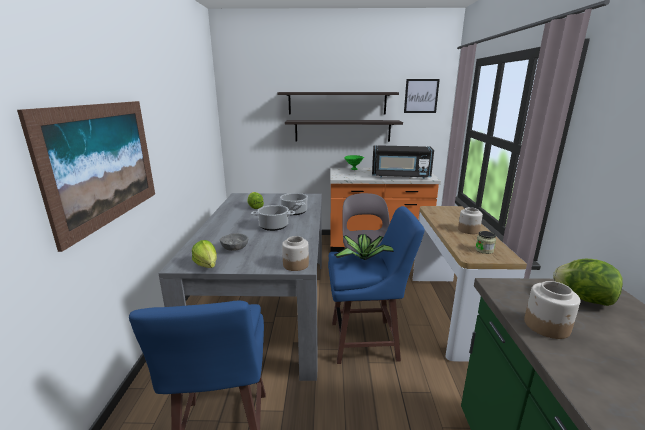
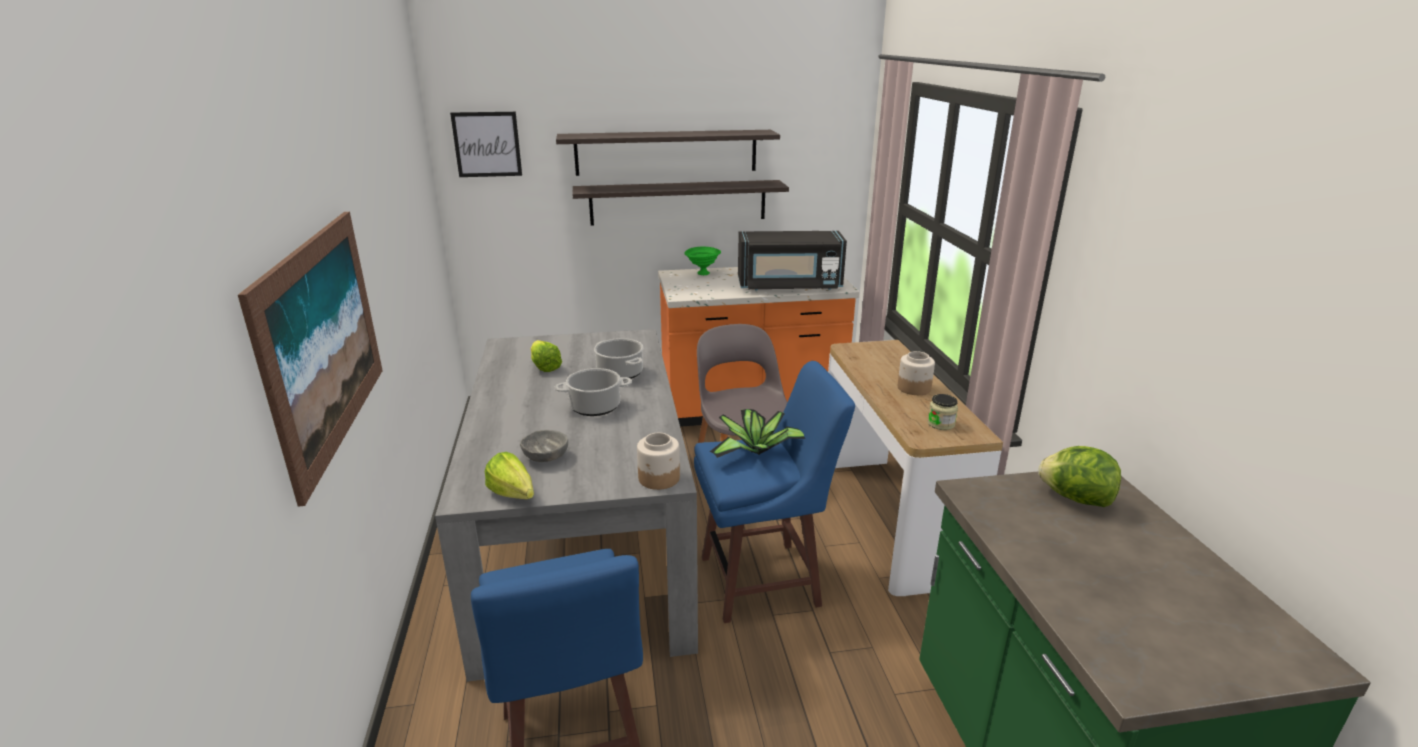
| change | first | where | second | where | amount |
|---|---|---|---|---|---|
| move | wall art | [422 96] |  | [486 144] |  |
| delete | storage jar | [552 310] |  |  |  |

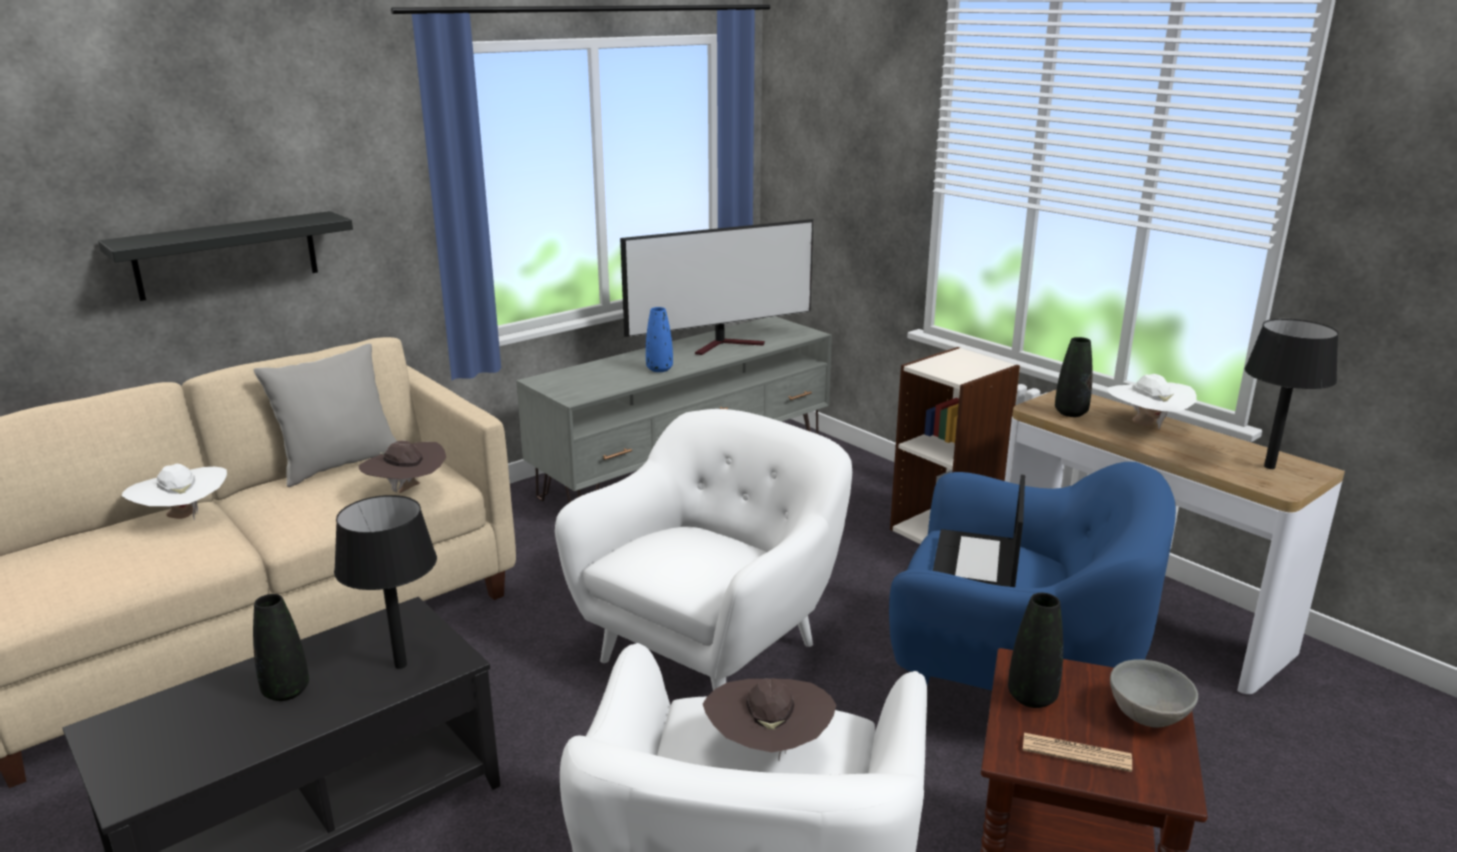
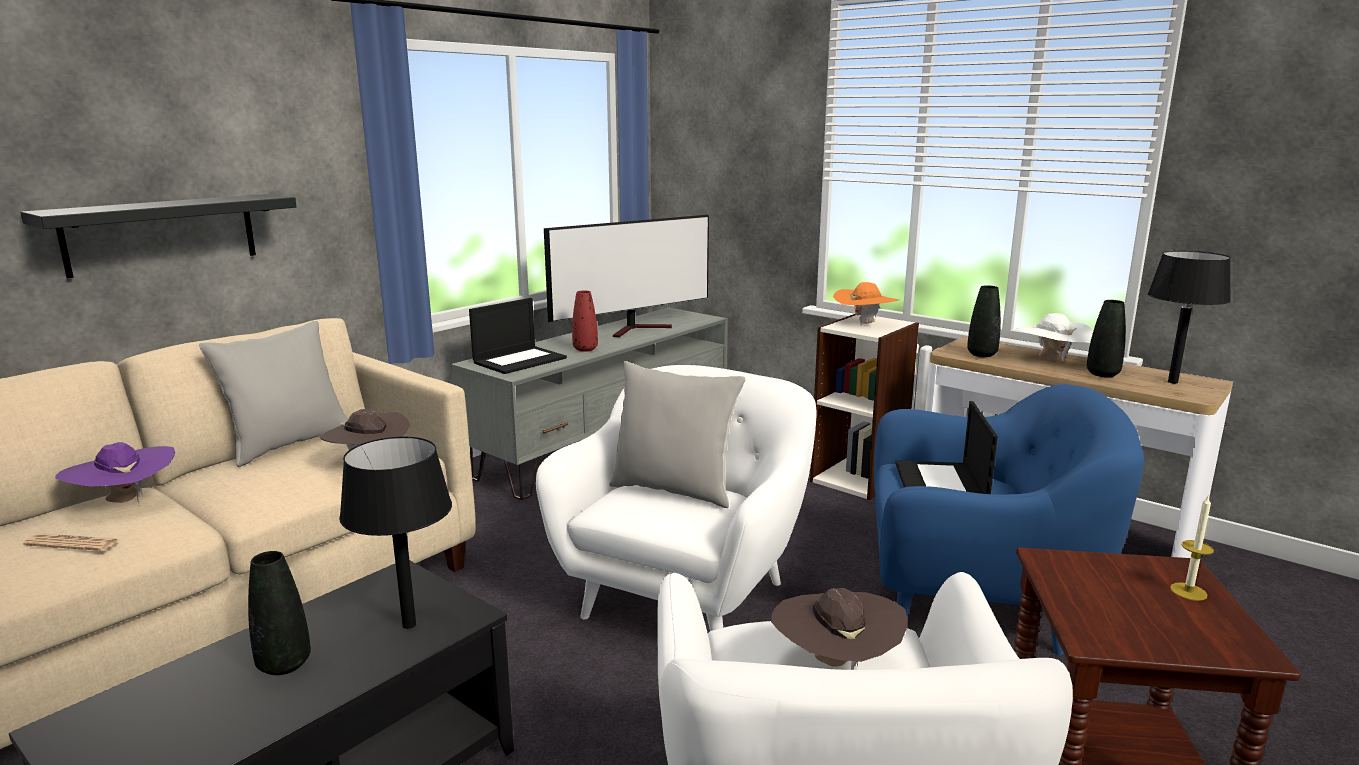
| change | first | where | second | where | amount |
|---|---|---|---|---|---|
| move | newspaper | [1077 752] |  | [71 542] |  |
| recolor | white hat | [174 492] | purplish hat | [115 472] |  |
| insert |  |  | portable computer | [518 336] |  |
| recolor | bluish decorative vase | [659 339] | red-coloured decorative vase | [585 321] |  |
| insert |  |  | greyish cushion | [677 434] |  |
| insert |  |  | orange-coloured hat | [866 304] |  |
| move | black-coloured decorative vase | [1035 650] |  | [1106 338] |  |
| replace | greyish bowl | [1154 693] | wax candle | [1192 548] |  |

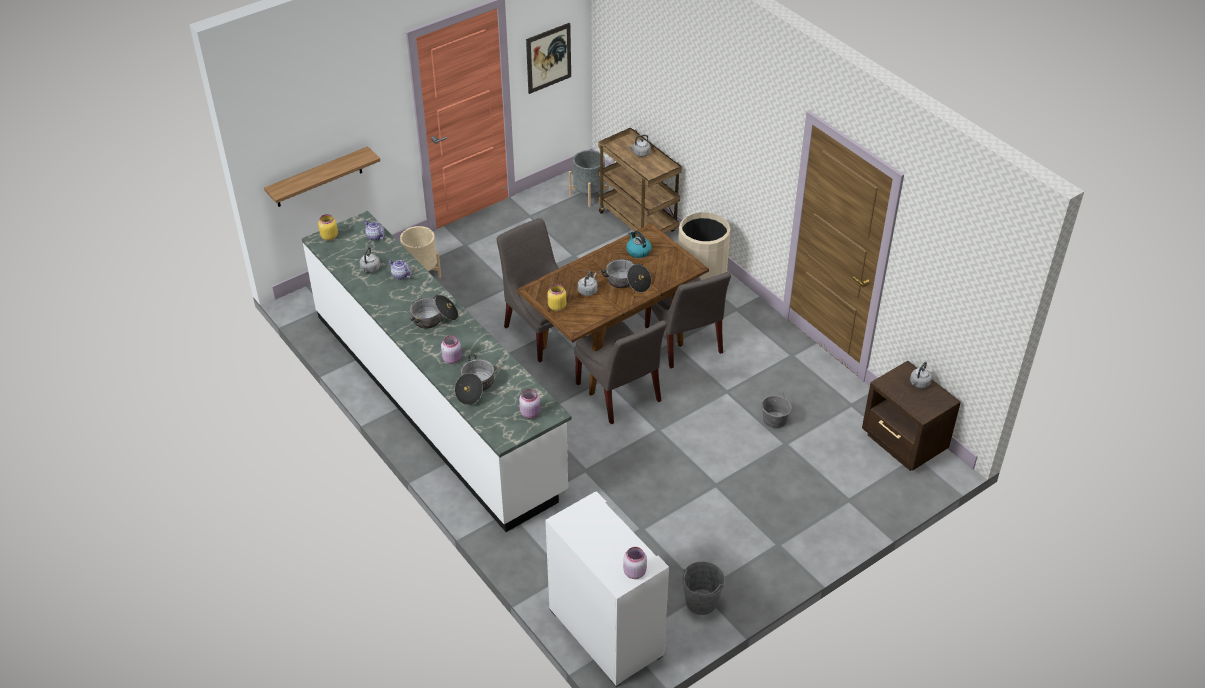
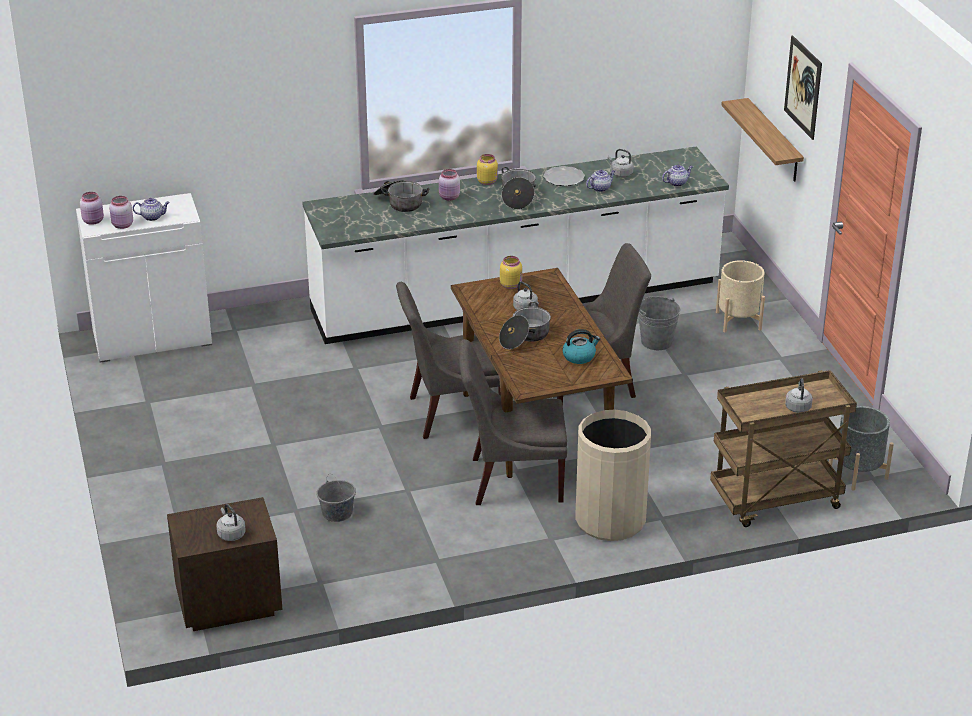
| change | first | where | second | where | amount |
|---|---|---|---|---|---|
| move | pink storage jar | [529 403] |  | [121 212] |  |
| insert |  |  | pot for tea | [151 209] |  |
| move | yellowish storage jar | [328 227] |  | [487 169] |  |
| insert |  |  | flat dish | [564 176] |  |
| move | greyish bucket | [703 588] |  | [659 323] |  |
| move | wall art | [548 58] |  | [803 87] |  |

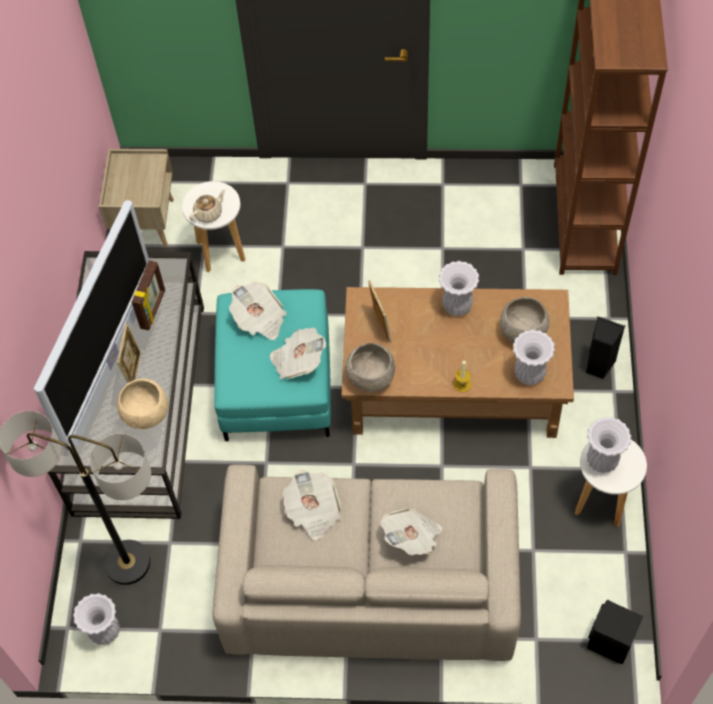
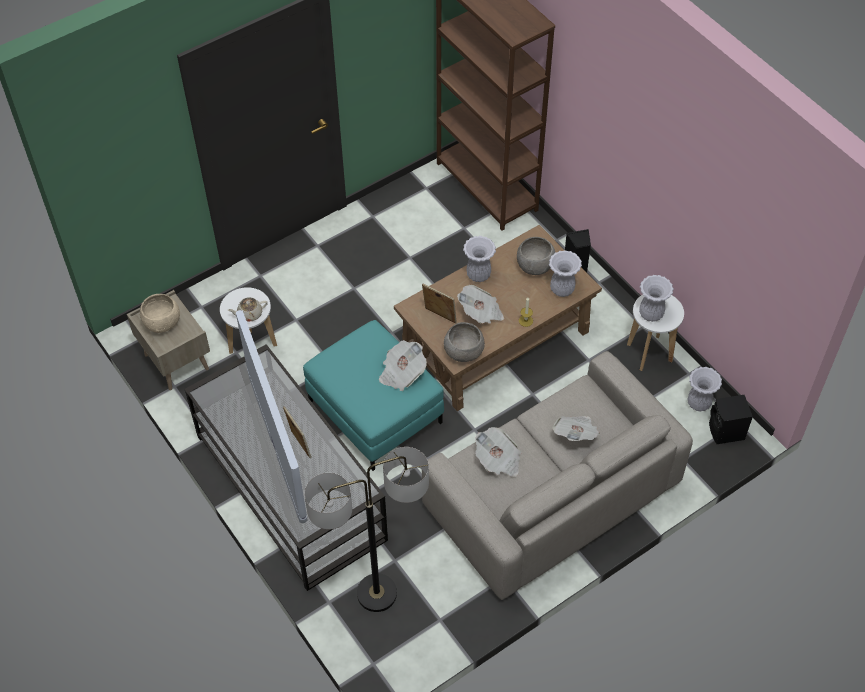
| change | first | where | second | where | amount |
|---|---|---|---|---|---|
| move | sand-coloured bowl | [142 404] |  | [160 313] |  |
| rotate | sand-coloured pot for tea | [207 206] |  | [247 309] | 120 degrees counterclockwise |
| move | newspaper | [258 311] |  | [480 304] |  |
| move | white decorative vase | [96 619] |  | [704 389] |  |
| delete | standing frame | [148 295] |  |  |  |

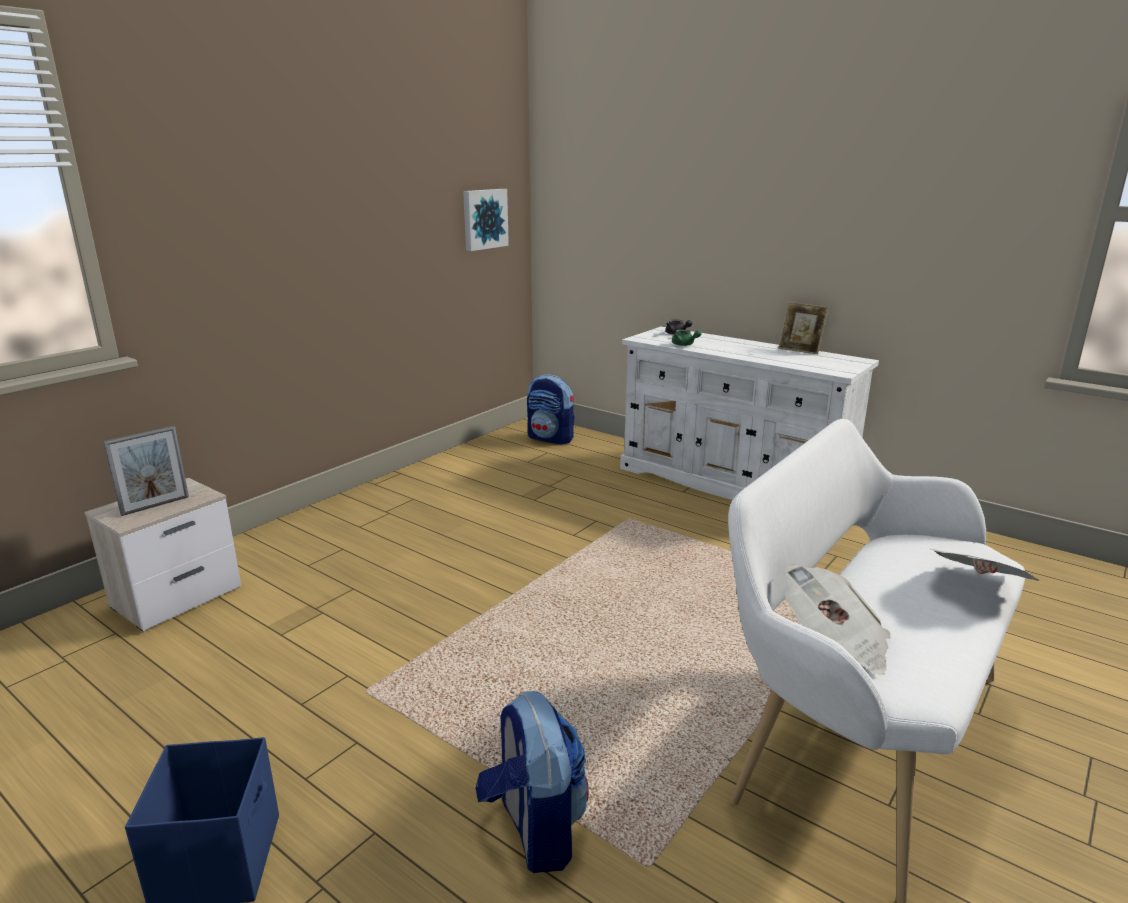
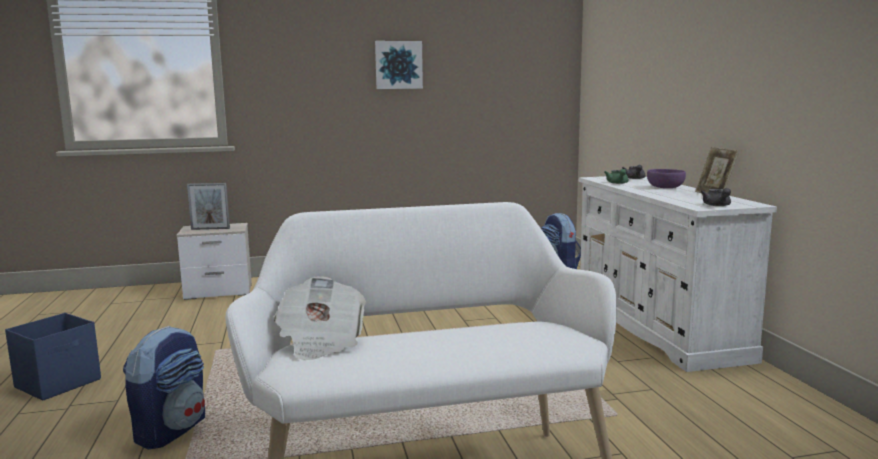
| change | first | where | second | where | amount |
|---|---|---|---|---|---|
| move | wall art | [486 220] |  | [399 65] |  |
| insert |  |  | purplish bowl | [666 178] |  |
| insert |  |  | greyish pot for tea | [715 197] |  |
| delete | newspaper | [984 564] |  |  |  |

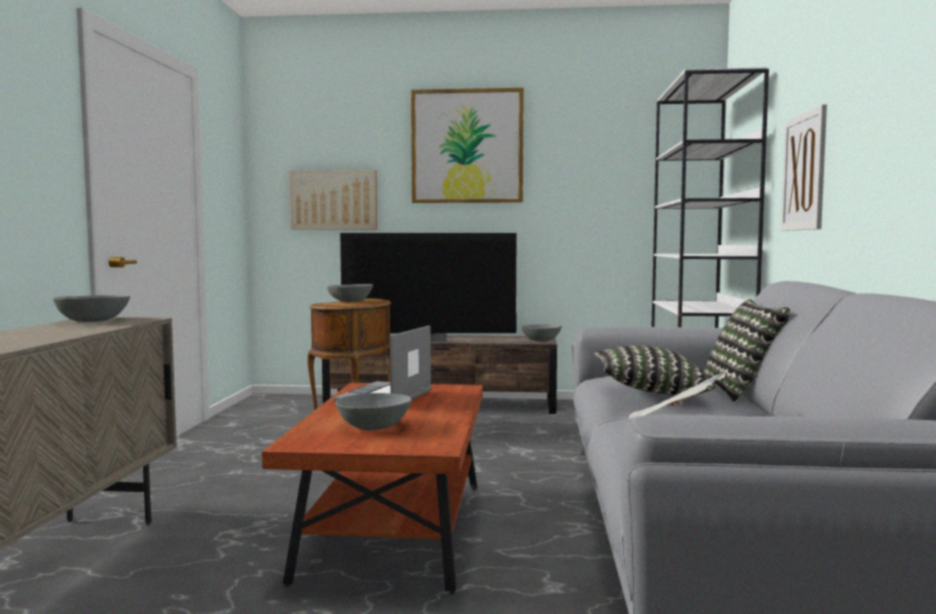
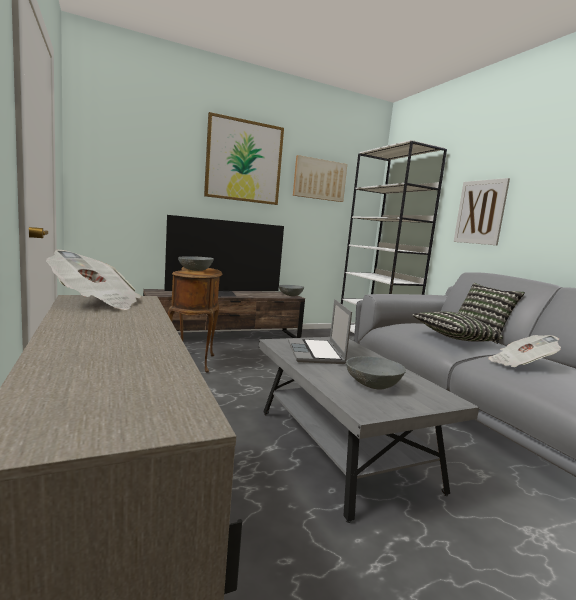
| change | first | where | second | where | amount |
|---|---|---|---|---|---|
| replace | greyish bowl | [91 308] | newspaper | [93 280] |  |
| recolor | brown lounge table | [372 488] | greyish lounge table | [369 430] |  |
| move | wall art | [333 200] |  | [320 178] |  |

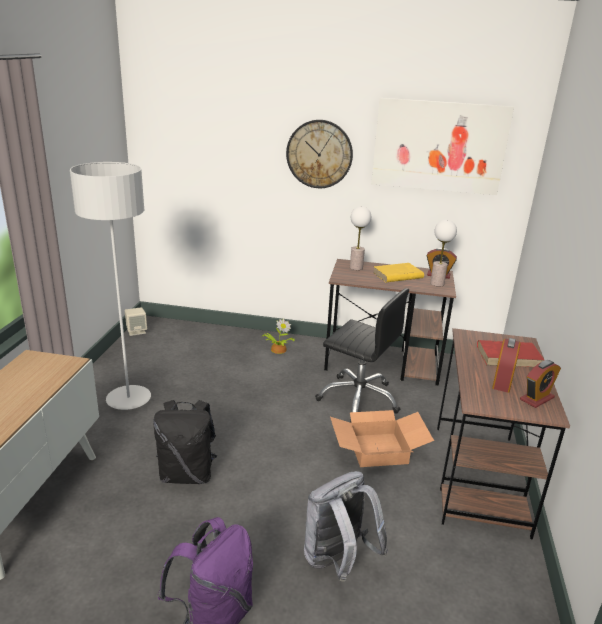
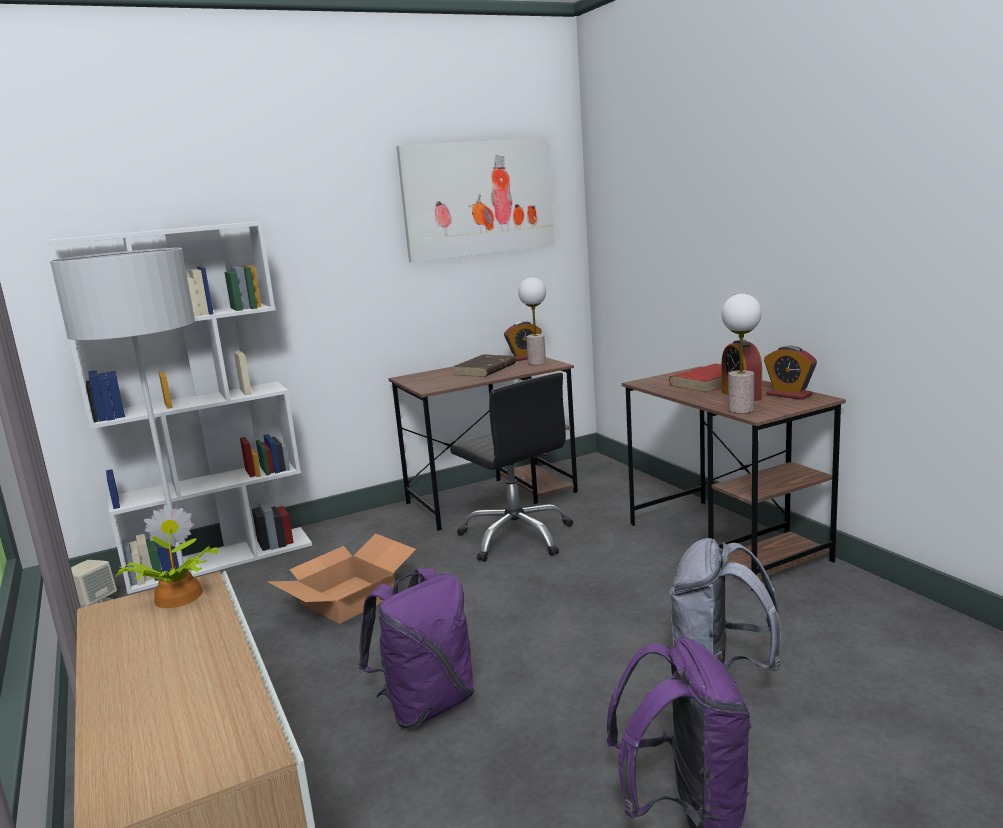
| change | first | where | second | where | amount |
|---|---|---|---|---|---|
| insert |  |  | white shelving unit | [179 408] |  |
| move | houseplant | [278 336] |  | [167 556] |  |
| move | carton | [382 438] |  | [341 579] |  |
| recolor | black-coloured rucksack | [185 442] | purplish rucksack | [416 648] |  |
| rotate | black-coloured office chair | [362 355] |  | [511 467] | 60 degrees clockwise |
| recolor | yellowish book | [398 272] | brown book | [484 365] |  |
| move | lamp for a table | [360 238] |  | [742 353] |  |
| rotate | table clock | [540 384] |  | [790 373] | 120 degrees clockwise |
| delete | clock on the wall | [319 154] |  |  |  |

